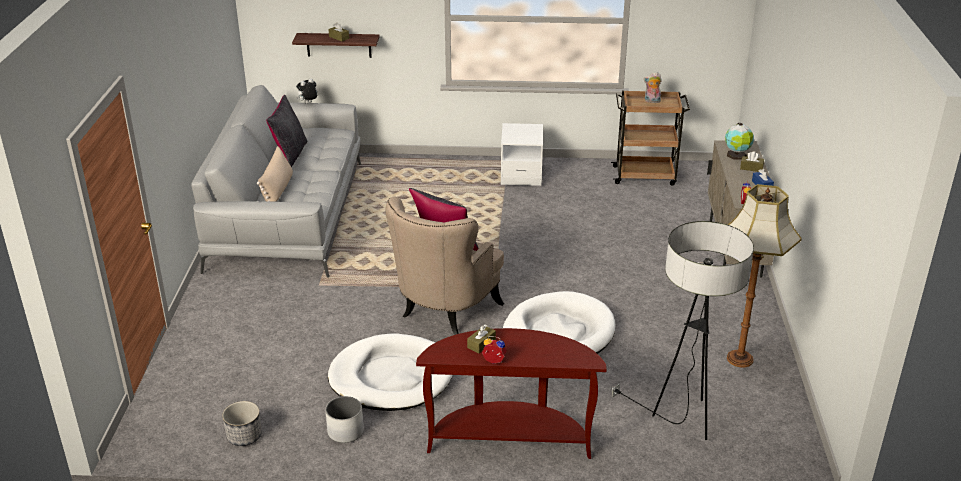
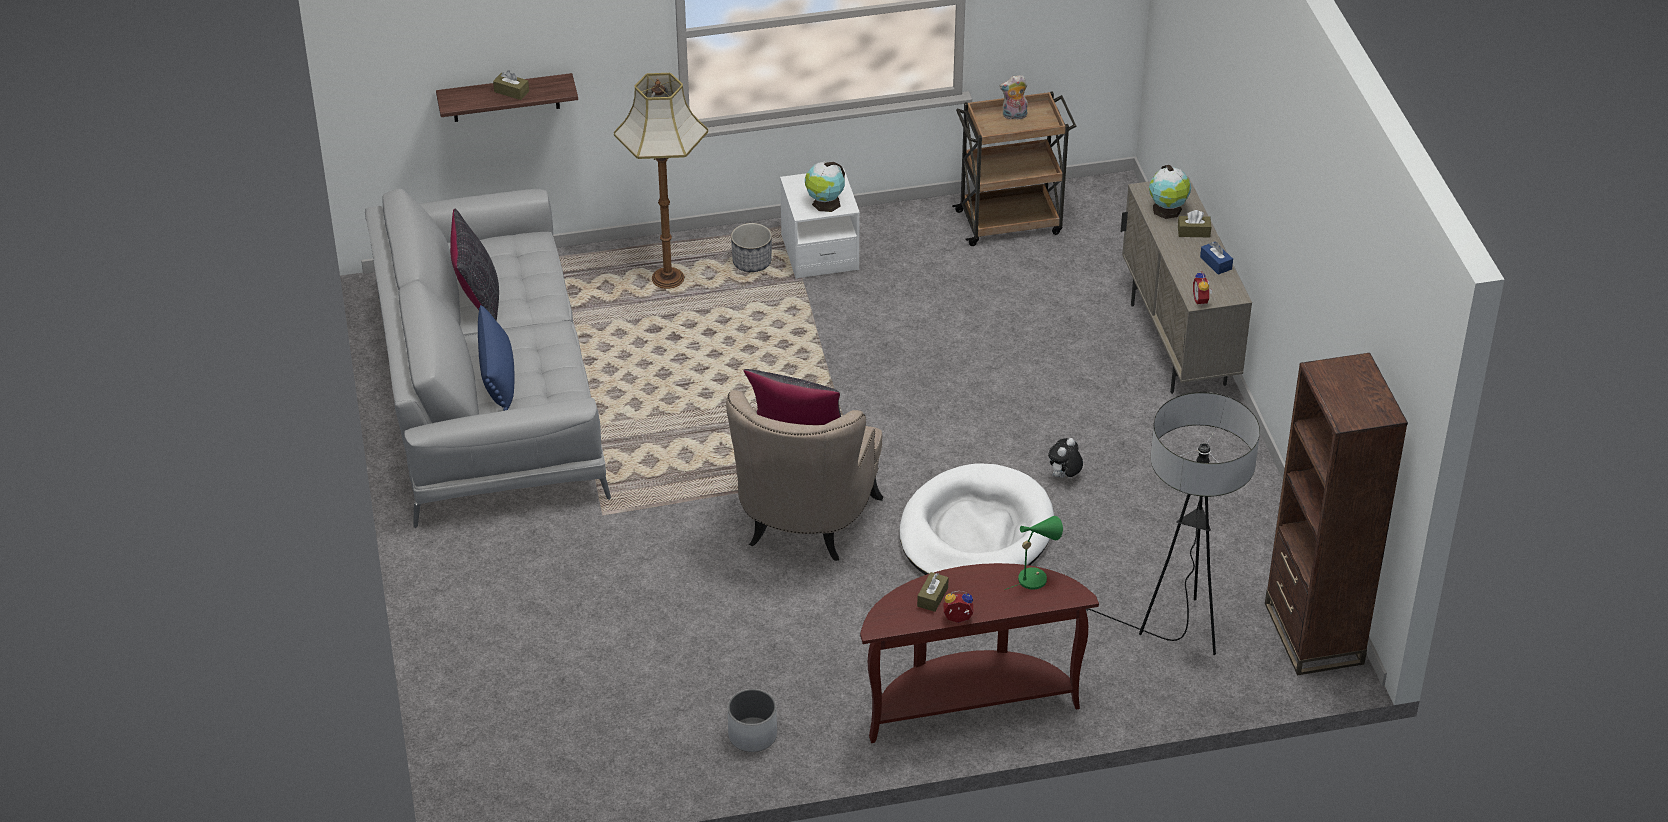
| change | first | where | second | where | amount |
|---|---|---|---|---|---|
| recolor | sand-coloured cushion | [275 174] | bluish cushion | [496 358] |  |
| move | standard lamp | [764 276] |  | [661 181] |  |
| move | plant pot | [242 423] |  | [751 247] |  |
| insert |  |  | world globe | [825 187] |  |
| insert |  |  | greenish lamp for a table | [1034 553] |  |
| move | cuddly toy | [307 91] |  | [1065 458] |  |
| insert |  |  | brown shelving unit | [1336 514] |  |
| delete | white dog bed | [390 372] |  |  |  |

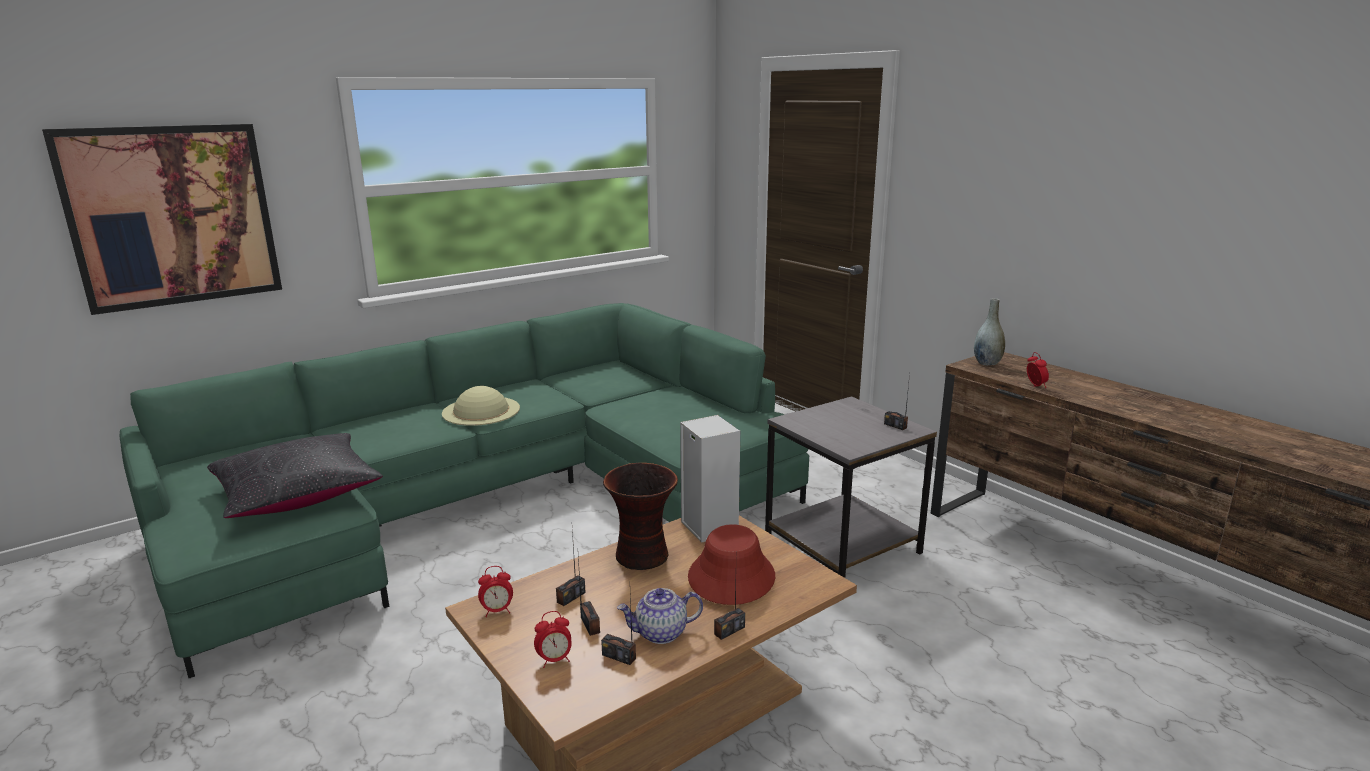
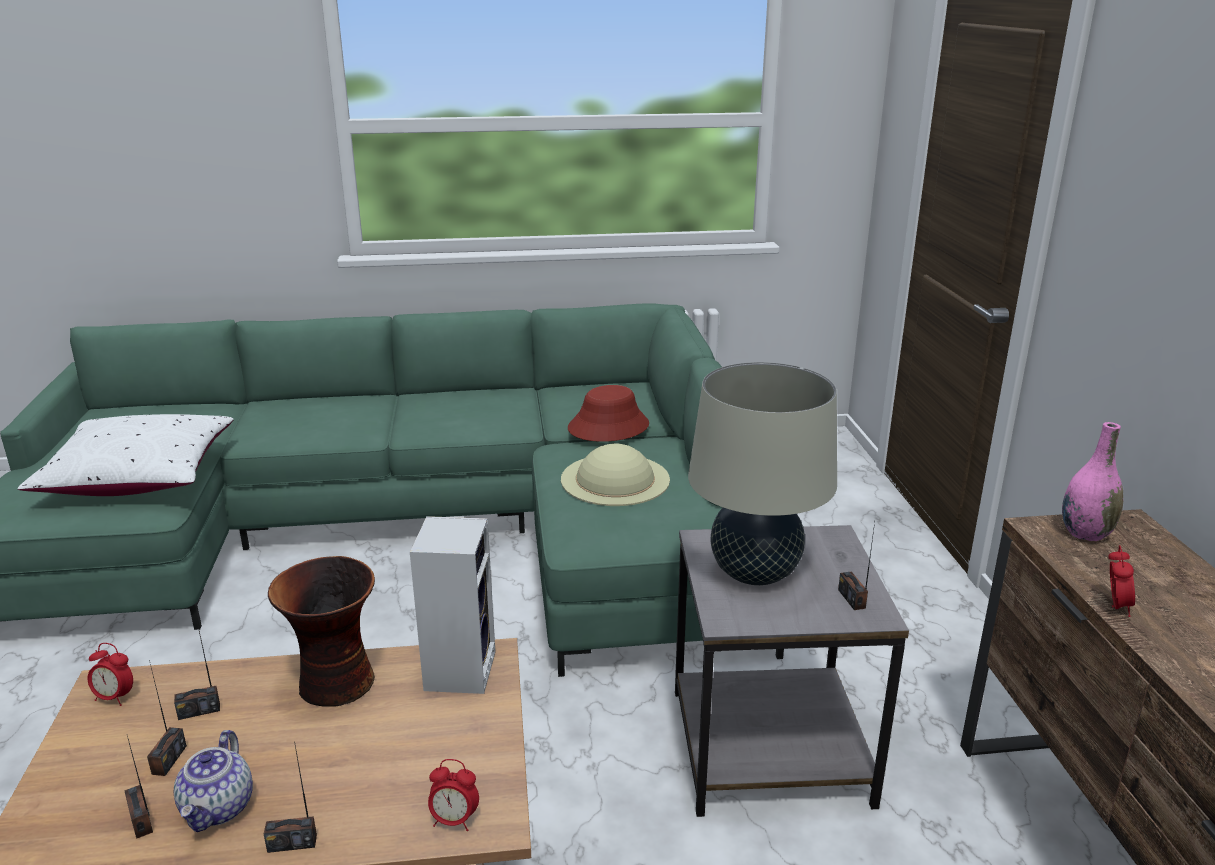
| change | first | where | second | where | amount |
|---|---|---|---|---|---|
| recolor | black-coloured cushion | [295 475] | white cushion | [125 455] |  |
| rotate | pot for tea | [660 616] |  | [213 781] | 105 degrees counterclockwise |
| move | table clock | [553 639] |  | [453 795] |  |
| move | sand-coloured hat | [481 406] |  | [615 474] |  |
| move | red-coloured hat | [731 564] |  | [608 413] |  |
| insert |  |  | sand-coloured lamp for a table | [762 473] |  |
| recolor | greyish decorative vase | [989 331] | pink decorative vase | [1092 481] |  |
| delete | wall art | [162 219] |  |  |  |

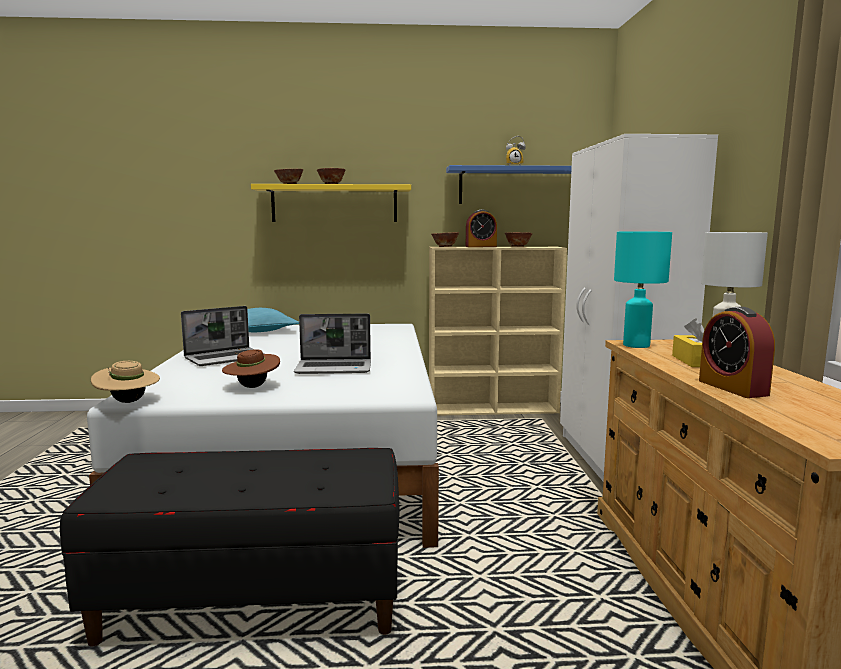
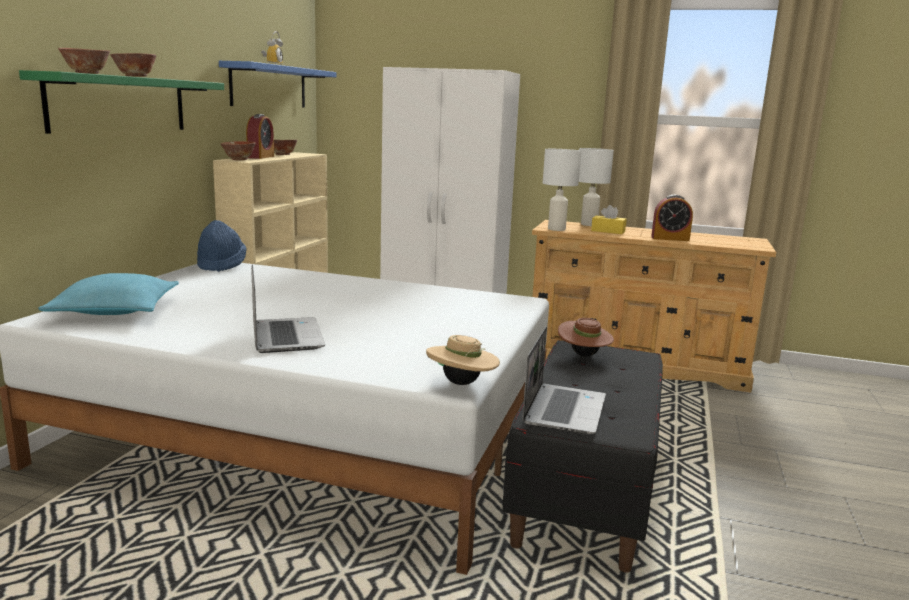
| change | first | where | second | where | amount |
|---|---|---|---|---|---|
| recolor | yellowish bracket shelf | [331 203] | greenish bracket shelf | [121 102] |  |
| insert |  |  | bluish hat | [222 246] |  |
| move | portable computer | [332 344] |  | [564 380] |  |
| recolor | blue-green lamp for a table | [643 289] | white lamp for a table | [562 190] |  |
| move | brown hat | [251 368] |  | [586 337] |  |

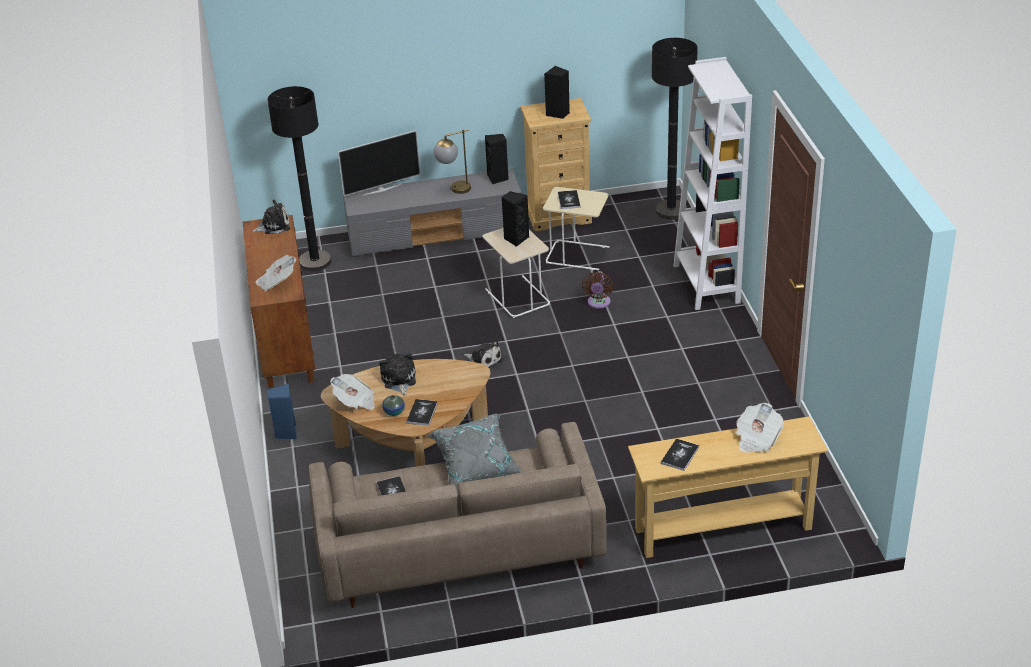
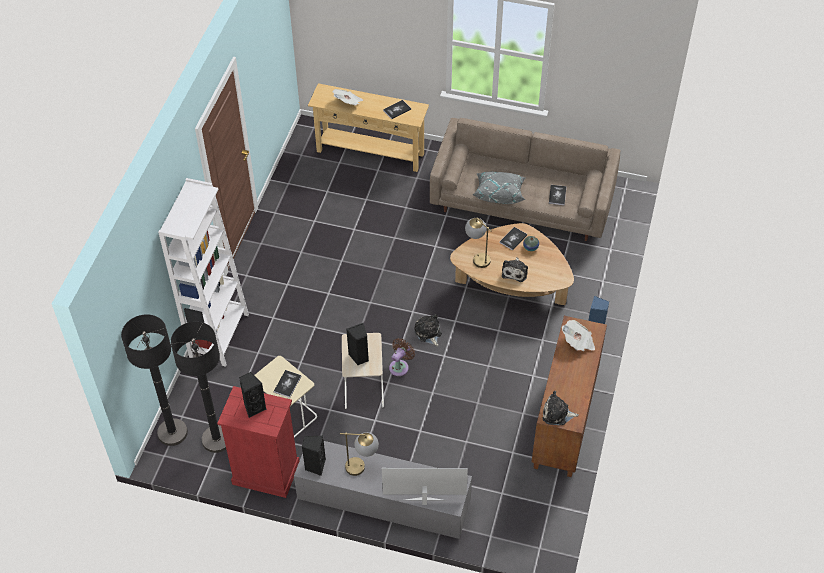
| change | first | where | second | where | amount |
|---|---|---|---|---|---|
| move | black-coloured standard lamp | [299 178] |  | [198 387] |  |
| recolor | sand-coloured dresser | [556 164] | red-coloured dresser | [258 442] |  |
| move | brown cooling fan | [597 290] |  | [402 357] |  |
| insert |  |  | lamp for a table | [478 243] |  |
| delete | newspaper | [352 392] |  |  |  |

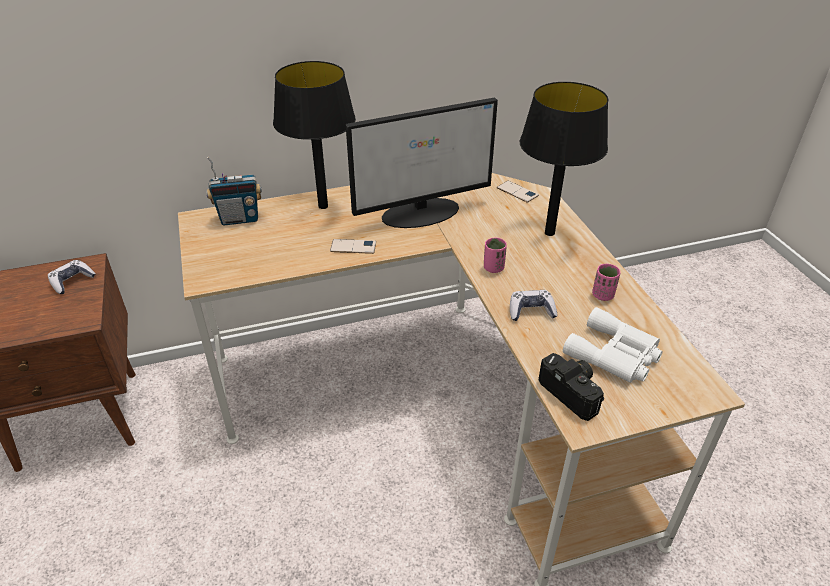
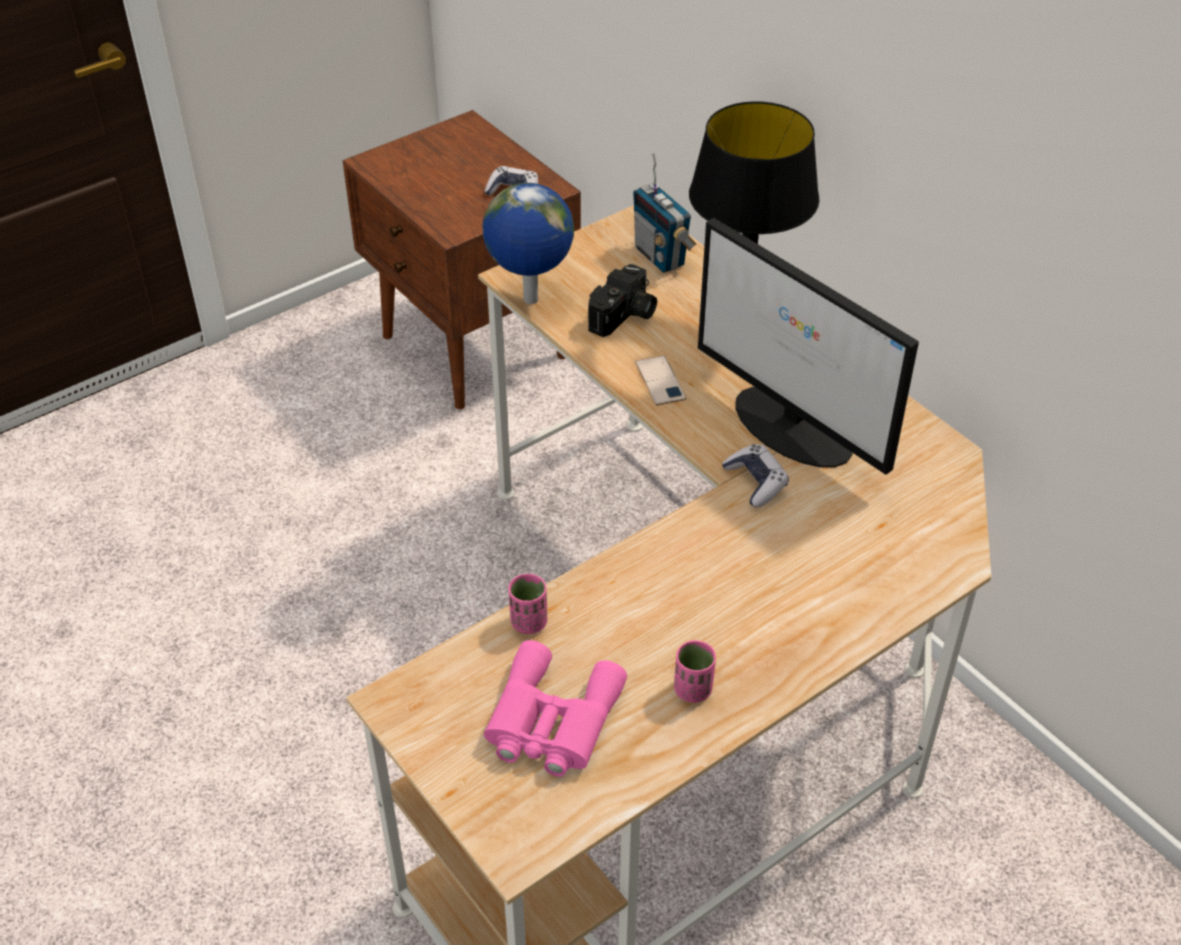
| change | first | where | second | where | amount |
|---|---|---|---|---|---|
| insert |  |  | world globe | [528 243] |  |
| recolor | white field glasses | [613 345] | pink field glasses | [555 708] |  |
| move | pink drinking cup | [495 255] |  | [527 604] |  |
| move | still camera | [571 387] |  | [622 300] |  |
| move | game controller | [534 305] |  | [755 475] |  |
| delete | handset | [518 192] |  |  |  |
| delete | black-coloured lamp for a table | [564 159] |  |  |  |

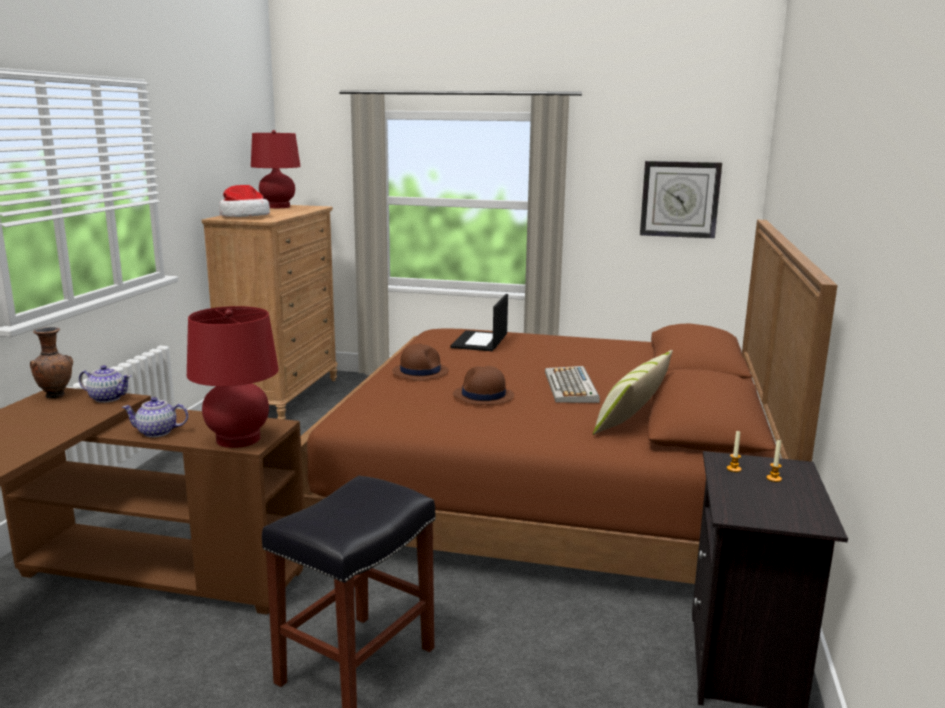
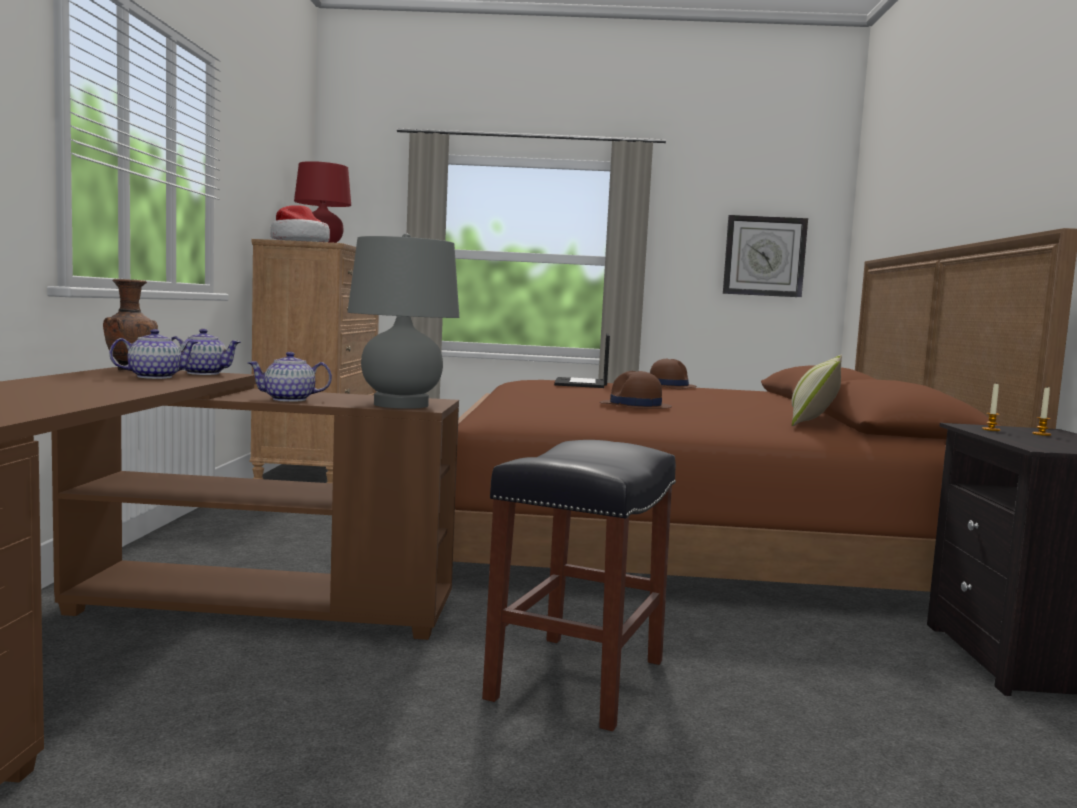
| change | first | where | second | where | amount |
|---|---|---|---|---|---|
| insert |  |  | pot for tea | [153 354] |  |
| recolor | red-coloured lamp for a table | [233 377] | greyish lamp for a table | [403 321] |  |
| move | brown hat | [420 362] |  | [673 374] |  |
| delete | PC keyboard | [572 384] |  |  |  |

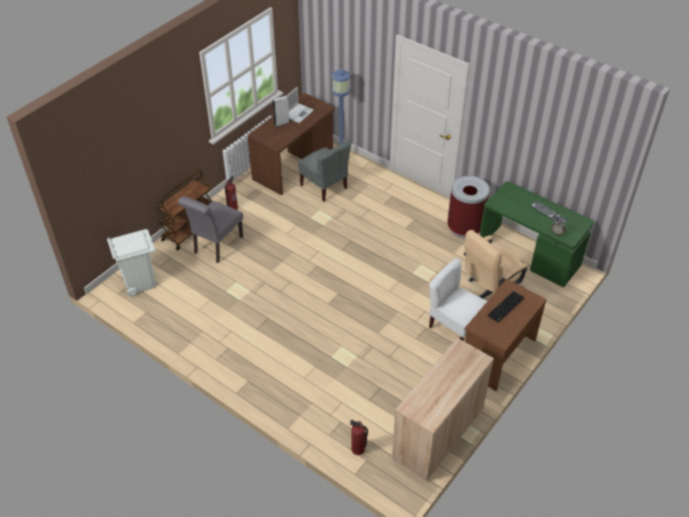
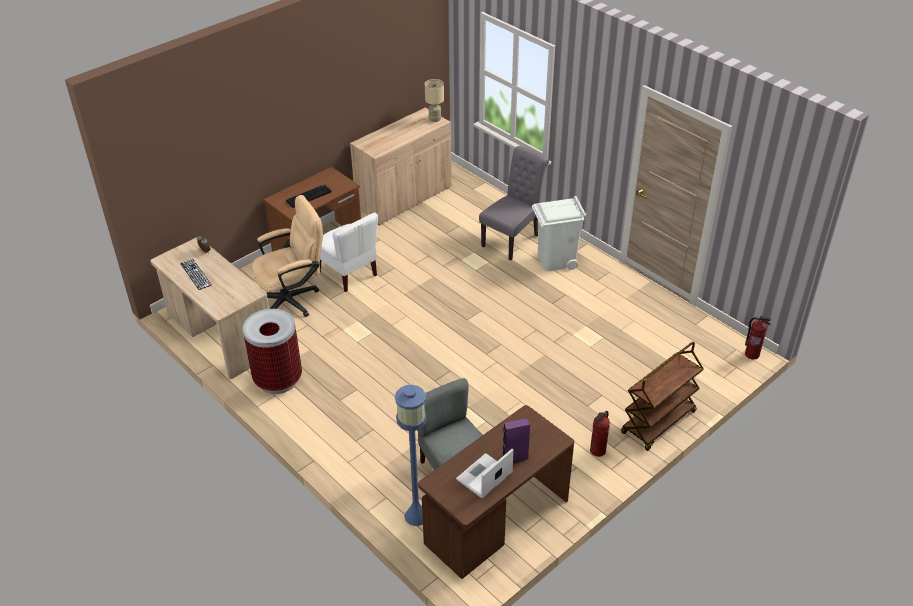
| change | first | where | second | where | amount |
|---|---|---|---|---|---|
| recolor | greenish desk table | [537 234] | sand-coloured desk table | [209 308] |  |
| insert |  |  | sand-coloured lamp for a table | [434 100] |  |
| move | greyish chair | [210 229] |  | [514 203] |  |
| recolor | greyish speaker | [281 111] | purplish speaker | [516 440] |  |
| move | white trash can | [131 262] |  | [559 233] |  |
| move | fire-fighting cylinder | [359 437] |  | [758 338] |  |

